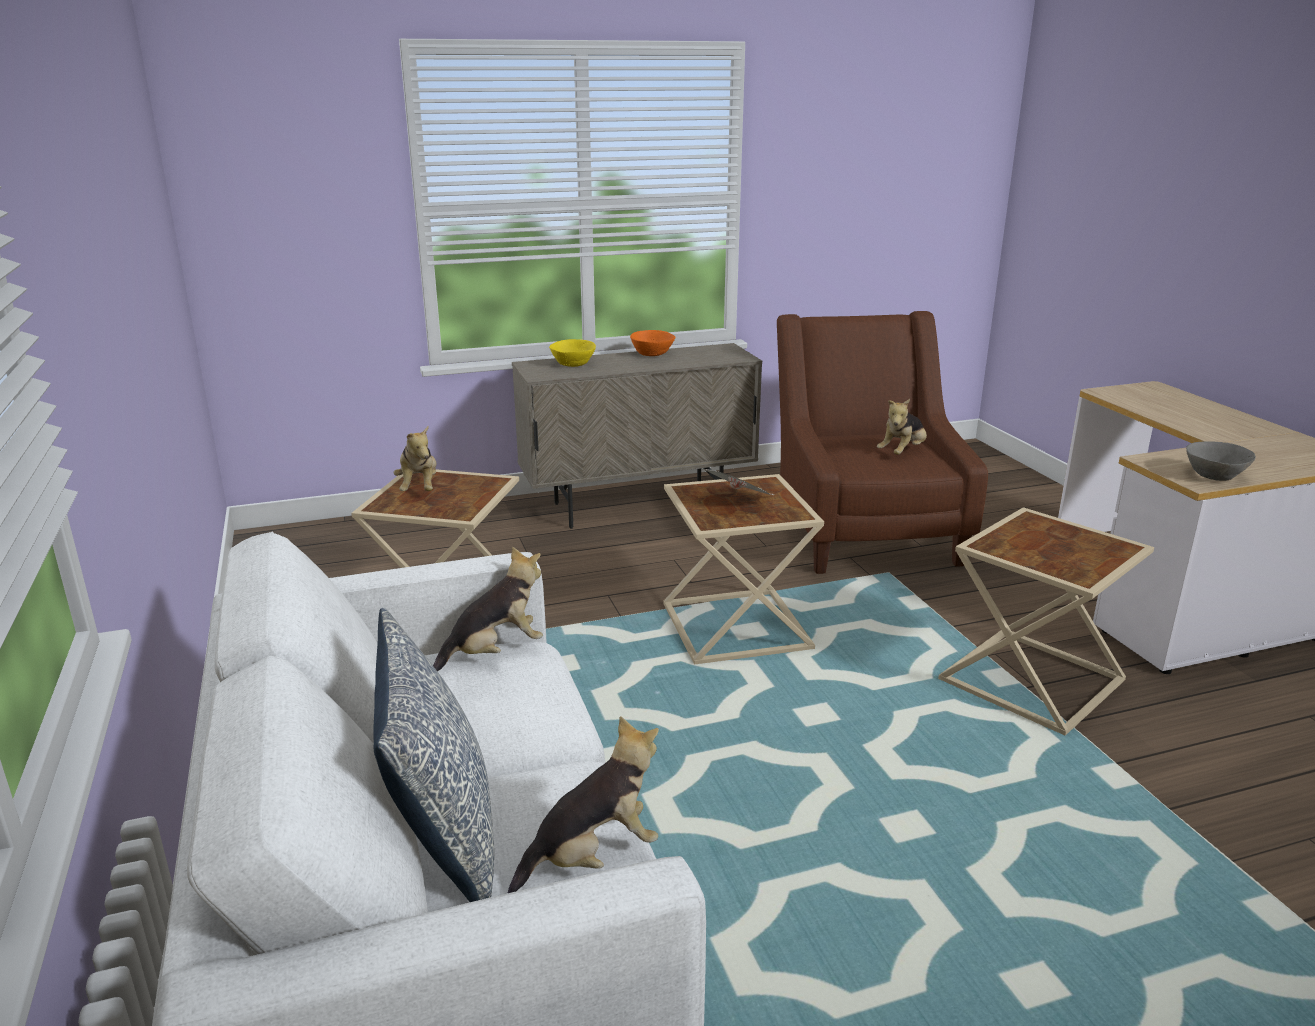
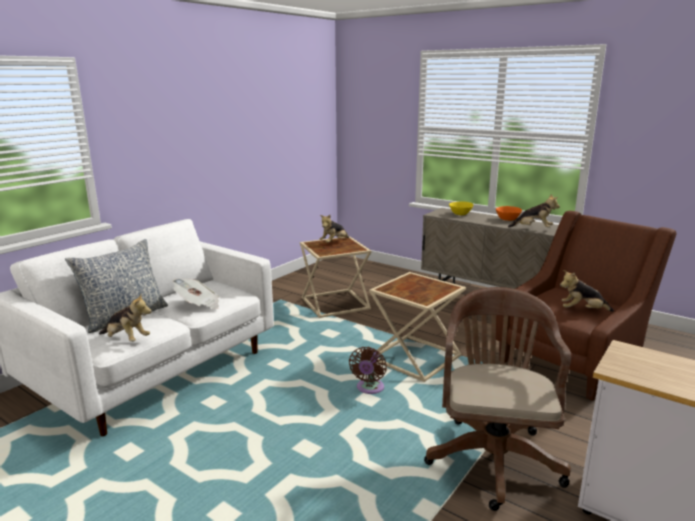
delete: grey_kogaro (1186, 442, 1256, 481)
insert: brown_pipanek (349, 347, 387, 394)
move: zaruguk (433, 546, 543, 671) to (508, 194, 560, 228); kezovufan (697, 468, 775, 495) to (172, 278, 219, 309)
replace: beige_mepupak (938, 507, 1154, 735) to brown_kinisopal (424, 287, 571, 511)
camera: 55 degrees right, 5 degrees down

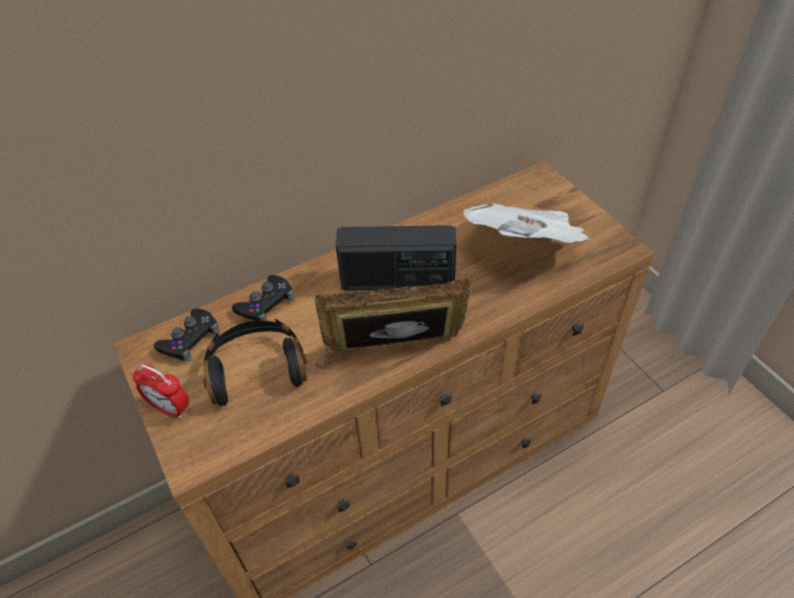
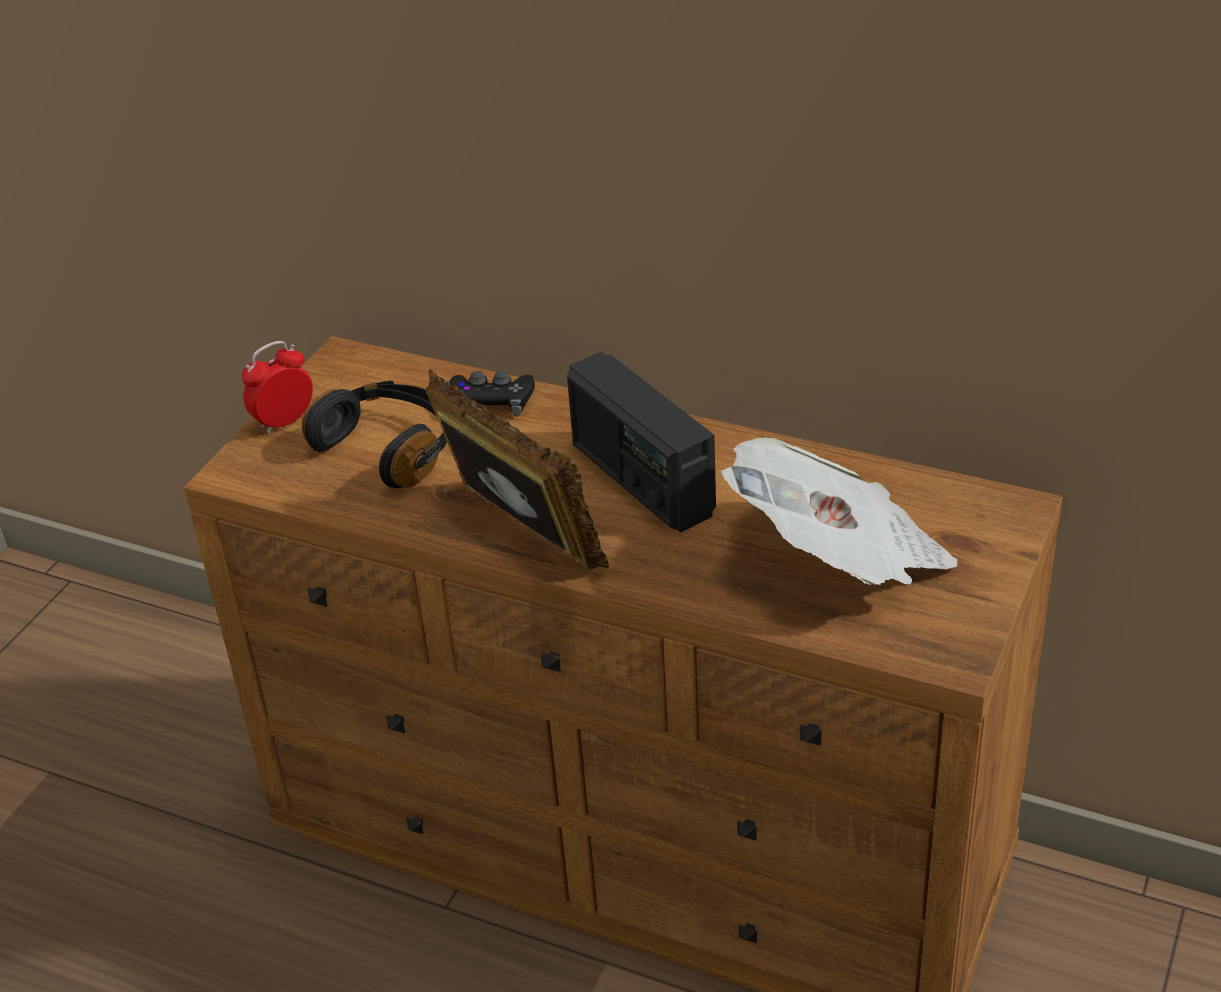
delete: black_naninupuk (154, 309, 220, 362)
rotate: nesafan (133, 364, 189, 419) = (242, 341, 313, 434) 60 degrees clockwise
camera: 55 degrees right, 10 degrees down

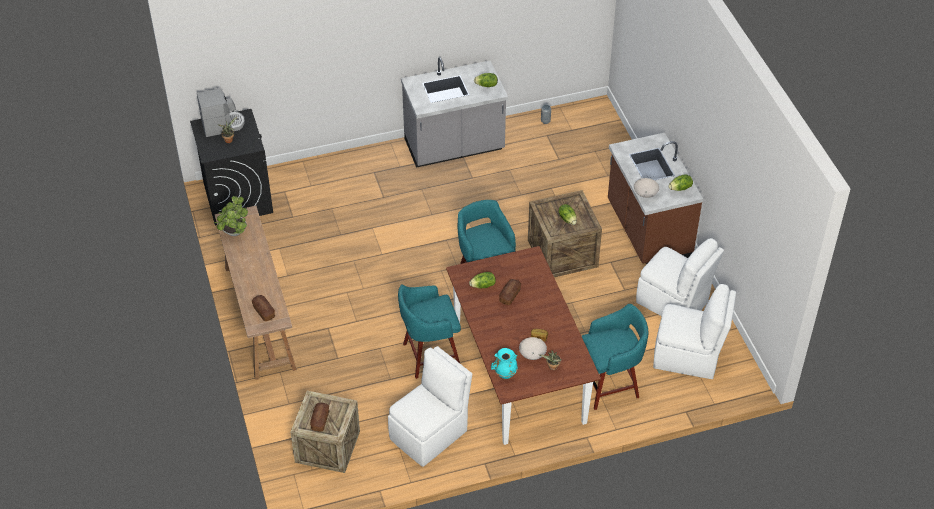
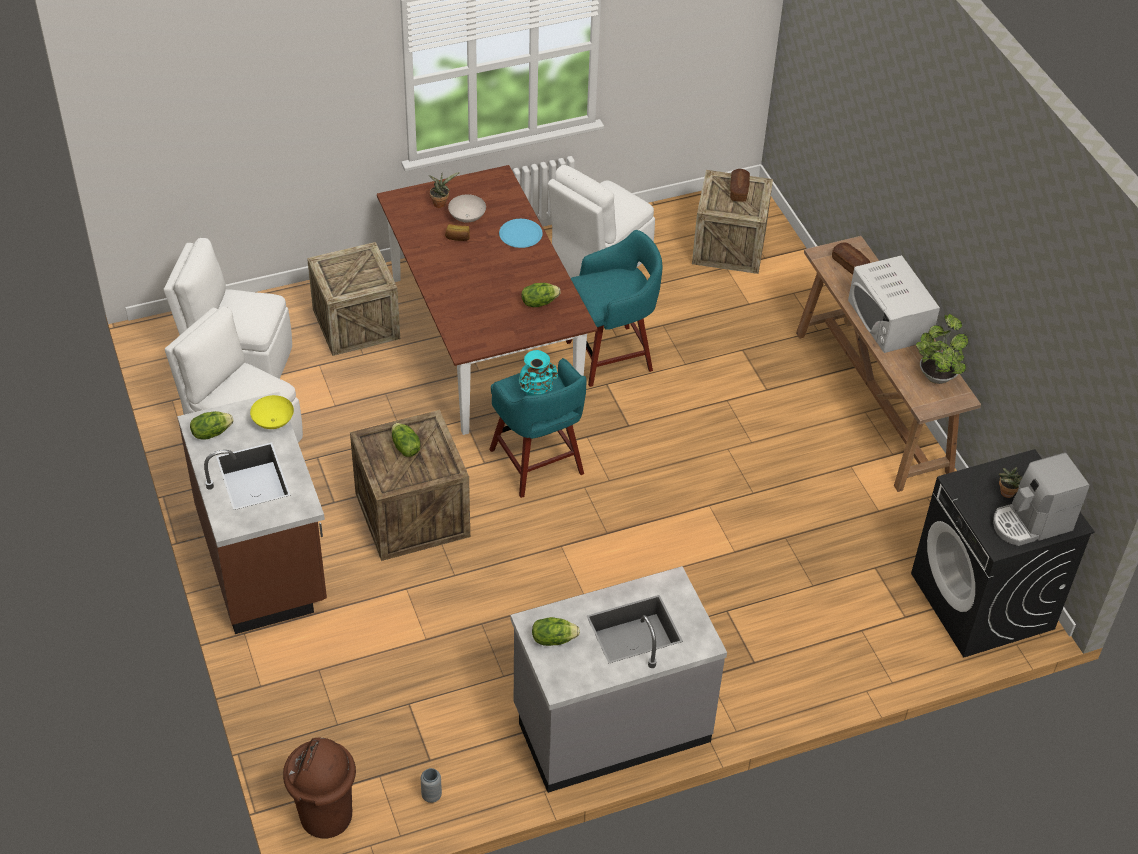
delete: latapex (499, 279, 521, 305)
insert: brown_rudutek (283, 738, 356, 839); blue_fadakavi (499, 219, 543, 248); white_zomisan (848, 255, 940, 353)
move: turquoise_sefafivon (491, 348, 518, 379) to (519, 350, 558, 396)
replace: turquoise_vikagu (582, 304, 648, 410) to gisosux (307, 242, 400, 356)
recolor: white_kogaro (634, 178, 659, 198) to yellow_kogaro (250, 395, 294, 429)
camera: 175 degrees right, 0 degrees up

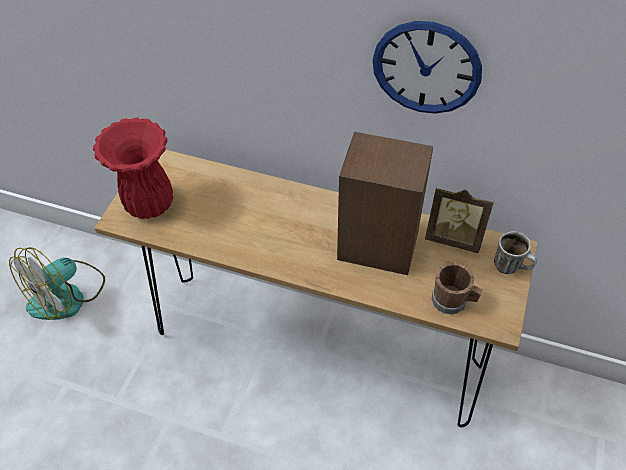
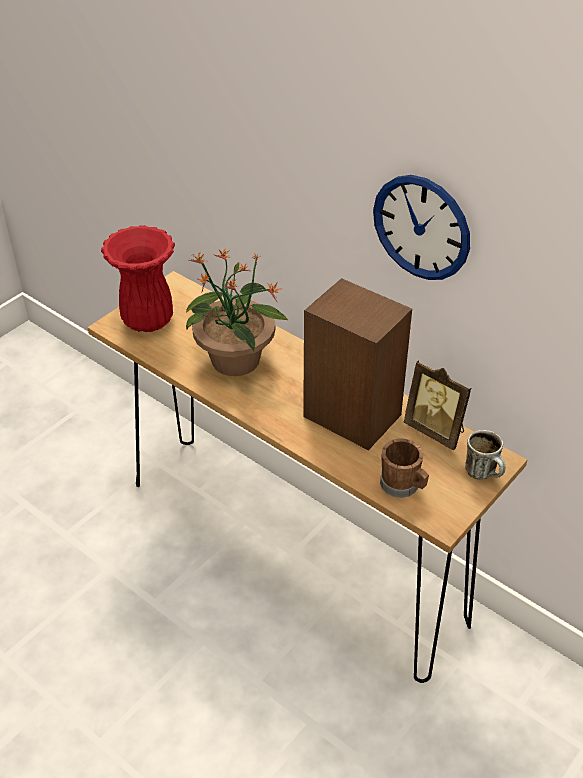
delete: pipanek (9, 247, 105, 320)
insert: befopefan (186, 248, 289, 376)
camera: 20 degrees right, 10 degrees down

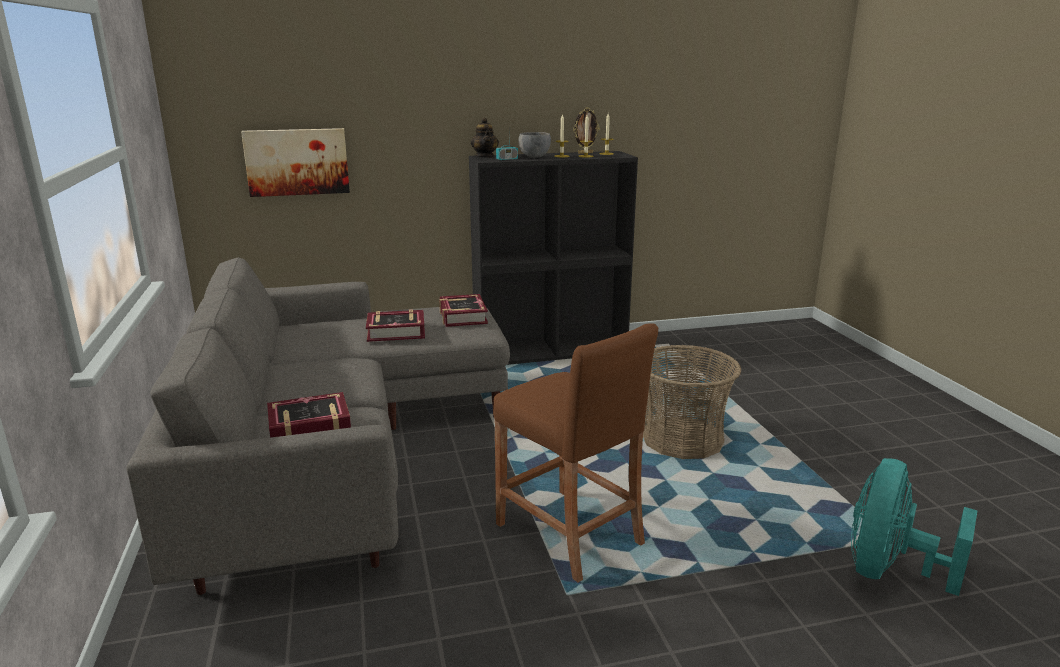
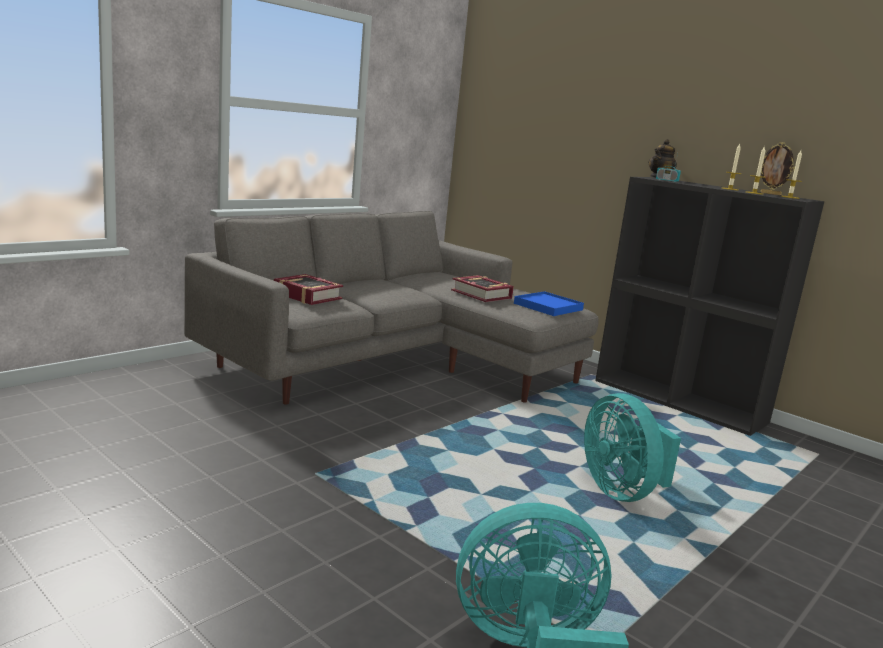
delete: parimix (241, 128, 350, 197); brown_vikagu (493, 323, 658, 582); grey_kogaro (518, 132, 551, 158)
replace: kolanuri (439, 294, 488, 327) to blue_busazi (514, 291, 584, 316); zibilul (643, 345, 741, 459) to turquoise_pipanek (584, 393, 681, 502)
camera: 55 degrees right, 5 degrees down

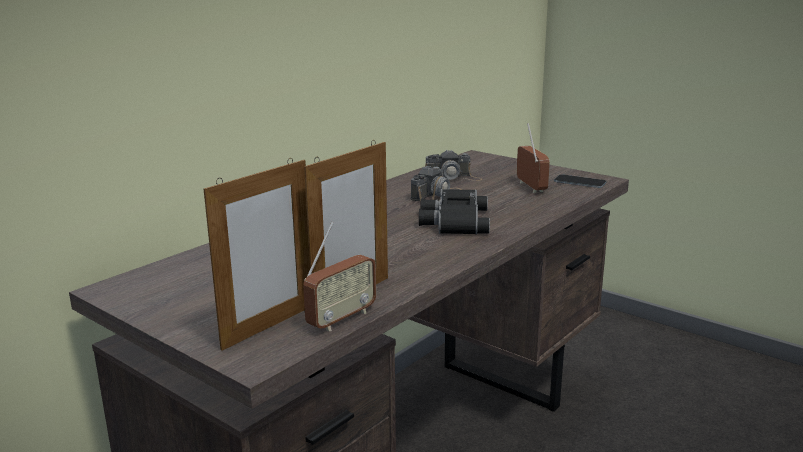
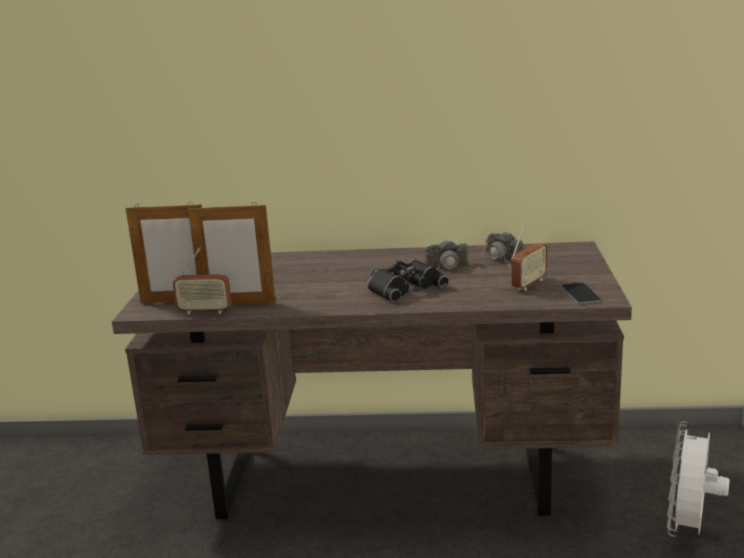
insert: white_pipanek (667, 421, 730, 537)
camera: 55 degrees right, 0 degrees up

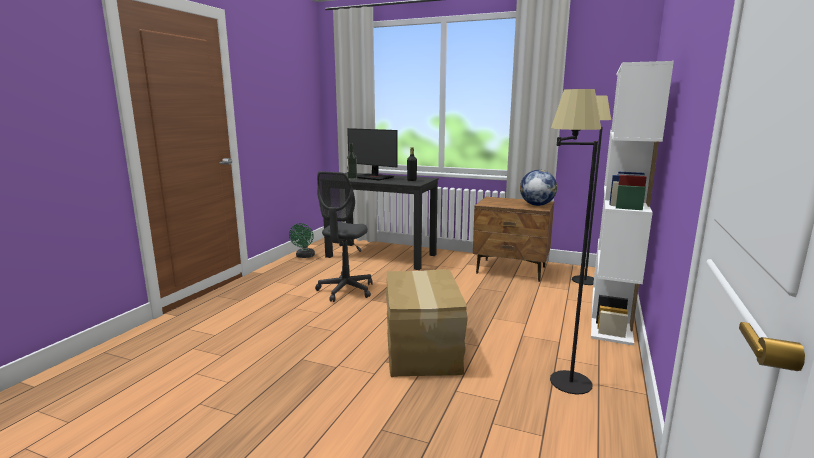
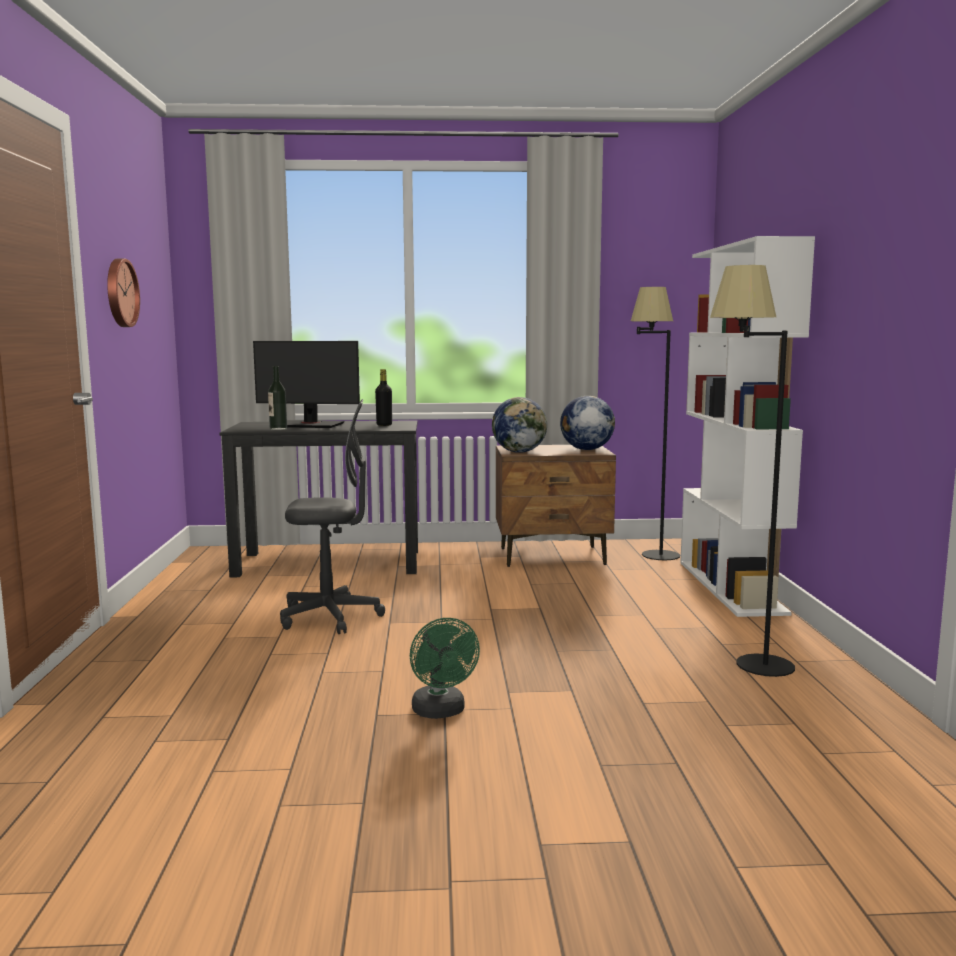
delete: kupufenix (386, 269, 468, 377)
insert: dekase (107, 259, 140, 327); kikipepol (492, 397, 547, 453)
move: green_pipanek (289, 223, 315, 258) to (410, 618, 480, 719)
rotate: grey_kinisopal (315, 171, 373, 302) = (280, 399, 385, 634) 90 degrees counterclockwise
camera: 25 degrees left, 5 degrees down

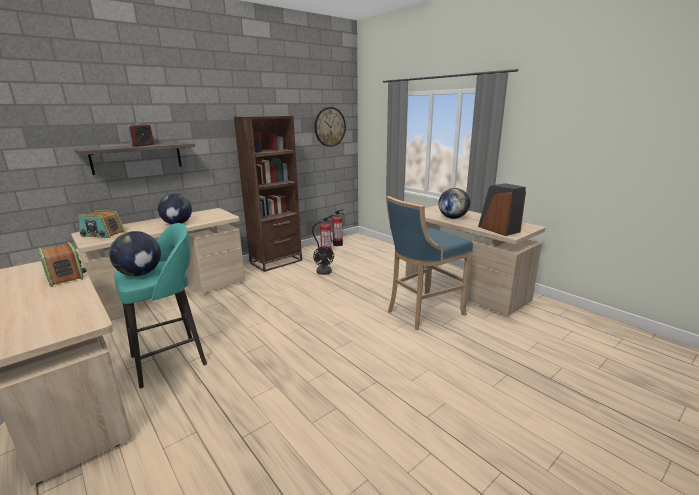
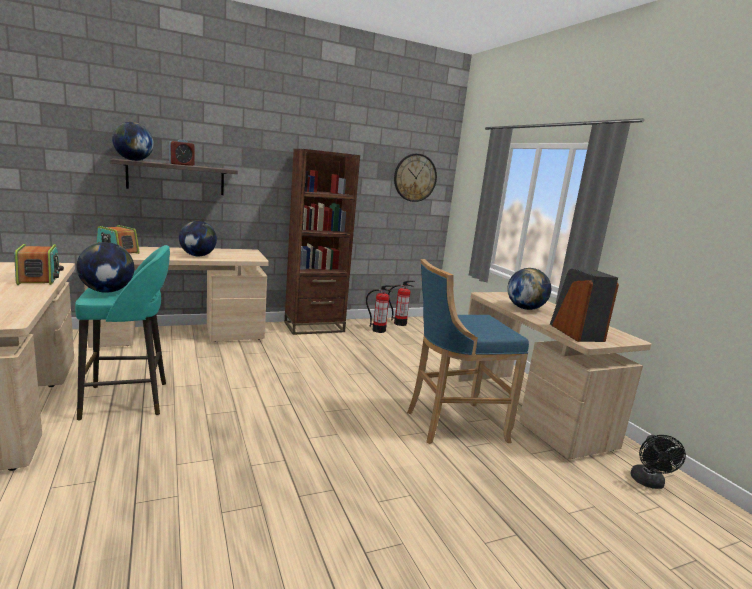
insert: kikipepol (112, 122, 154, 161)
move: black_pipanek (313, 246, 334, 275) to (630, 435, 686, 489)
camera: 15 degrees right, 5 degrees down

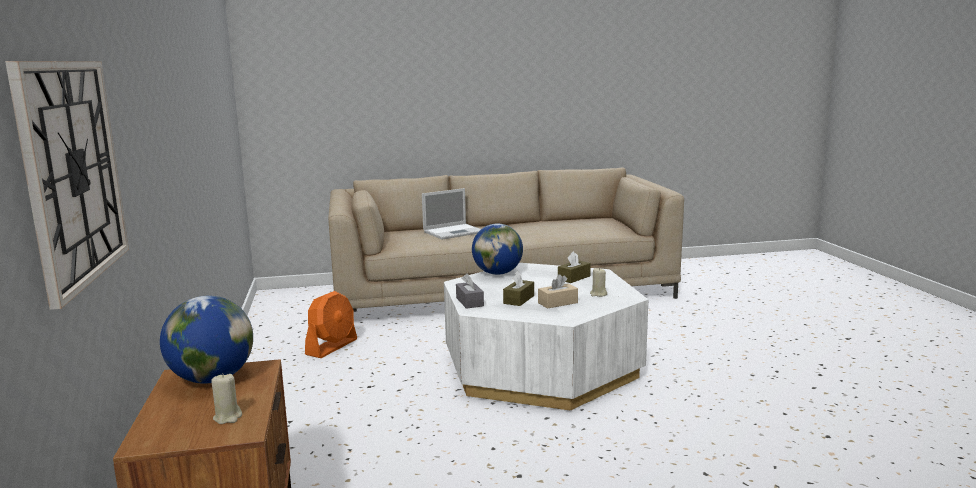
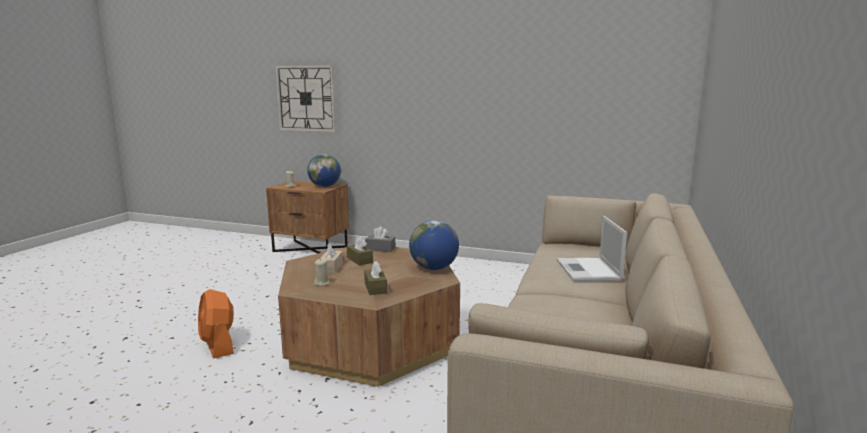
move: orange_pipanek (305, 291, 357, 358) to (198, 289, 234, 359)
recolor: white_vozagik (444, 263, 648, 411) to brown_vozagik (278, 247, 460, 387)
camera: 120 degrees right, 0 degrees up

